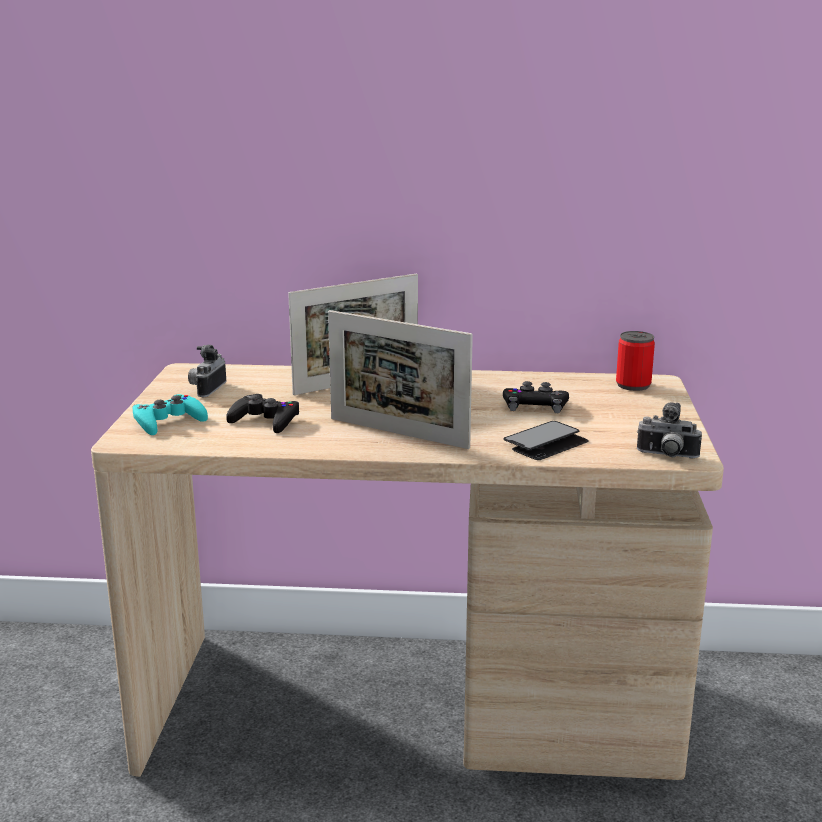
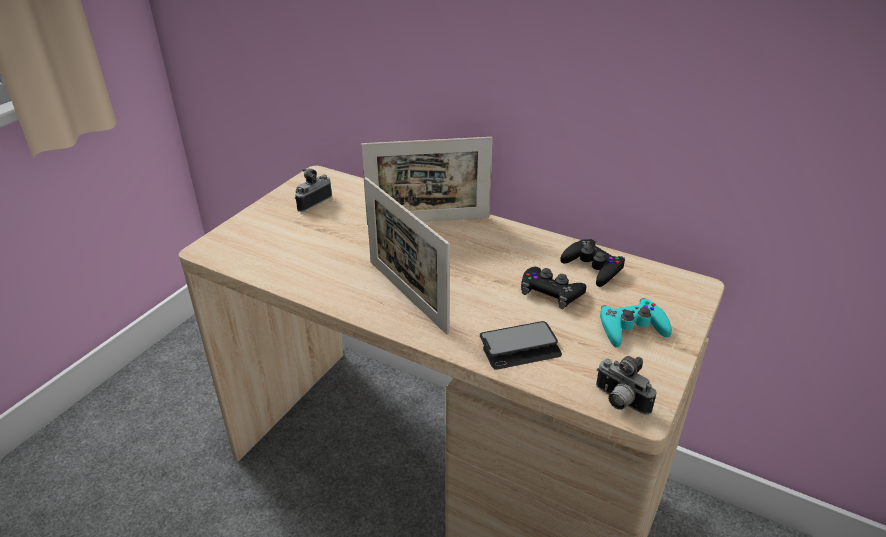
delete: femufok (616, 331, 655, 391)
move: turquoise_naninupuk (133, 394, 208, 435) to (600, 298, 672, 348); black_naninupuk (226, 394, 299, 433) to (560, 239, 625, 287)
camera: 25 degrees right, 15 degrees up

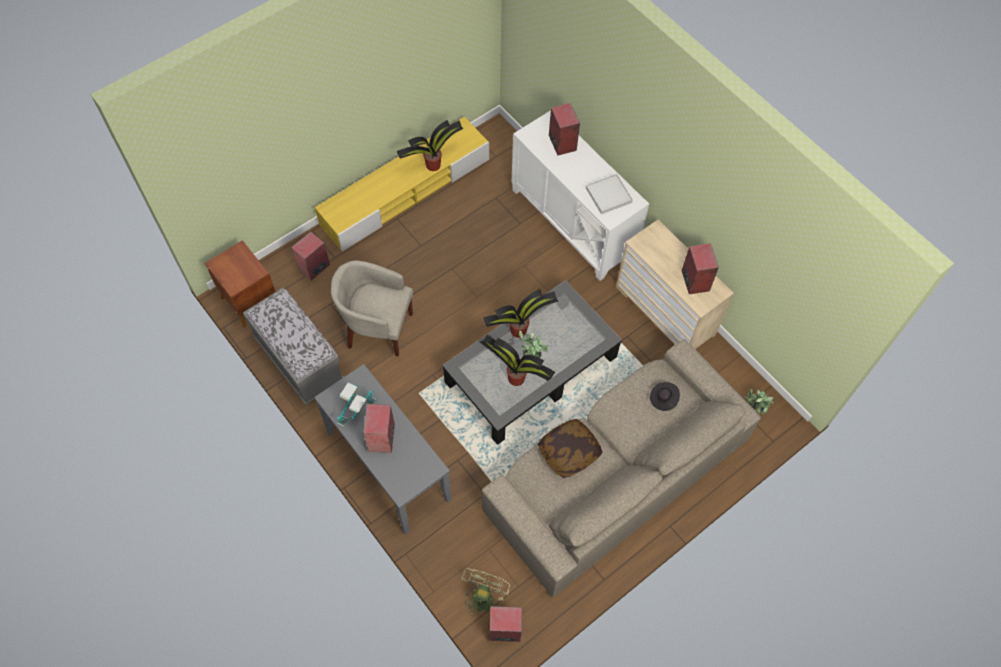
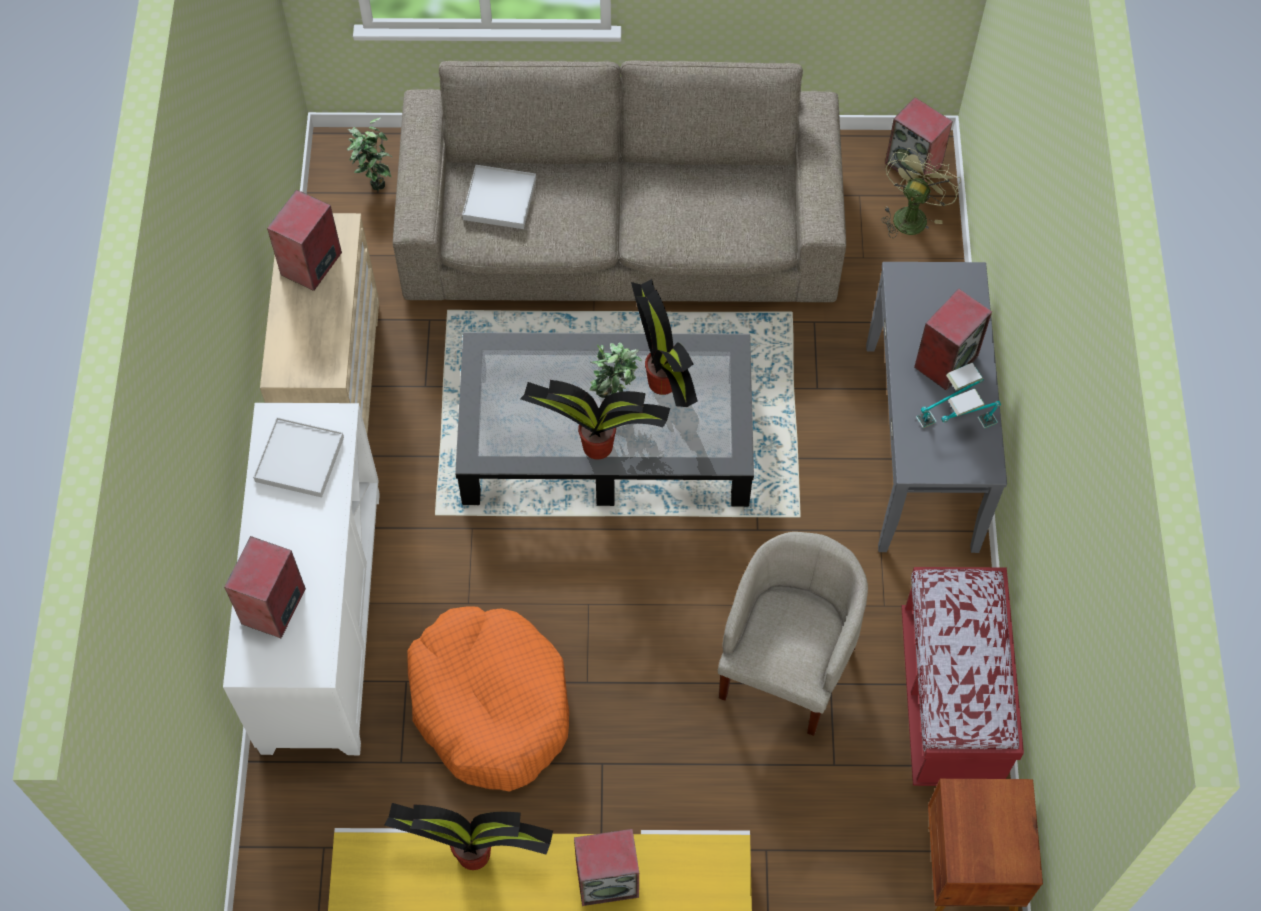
delete: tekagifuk (538, 419, 603, 478)
insert: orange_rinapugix (407, 607, 569, 792)
move: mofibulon (291, 231, 330, 280) to (574, 829, 639, 906)
replace: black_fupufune (650, 382, 680, 411) to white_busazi (462, 165, 536, 229)
recolor: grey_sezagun (243, 288, 344, 405) to red_sezagun (901, 567, 1024, 786)
rotate: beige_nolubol (331, 260, 414, 356) = (718, 532, 868, 736) 120 degrees counterclockwise; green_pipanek (461, 568, 510, 616) = (881, 148, 961, 238) 150 degrees clockwise
camera: 140 degrees left, 0 degrees up

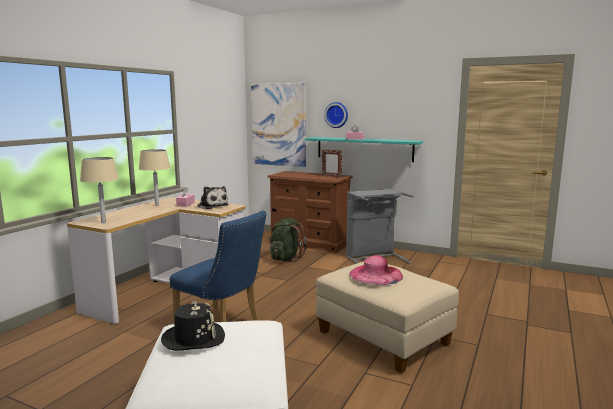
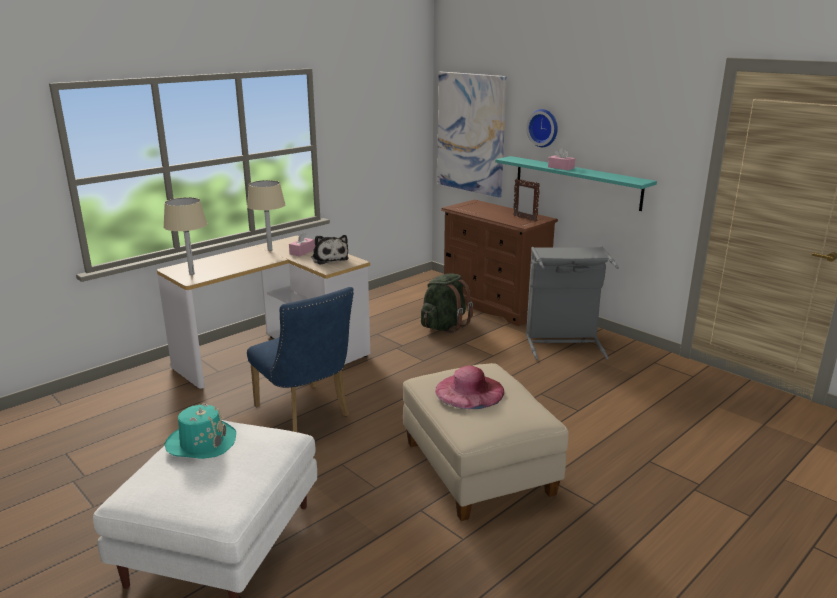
recolor: black_fupufune (161, 301, 225, 351) to turquoise_fupufune (165, 403, 236, 459)
camera: 20 degrees right, 10 degrees up

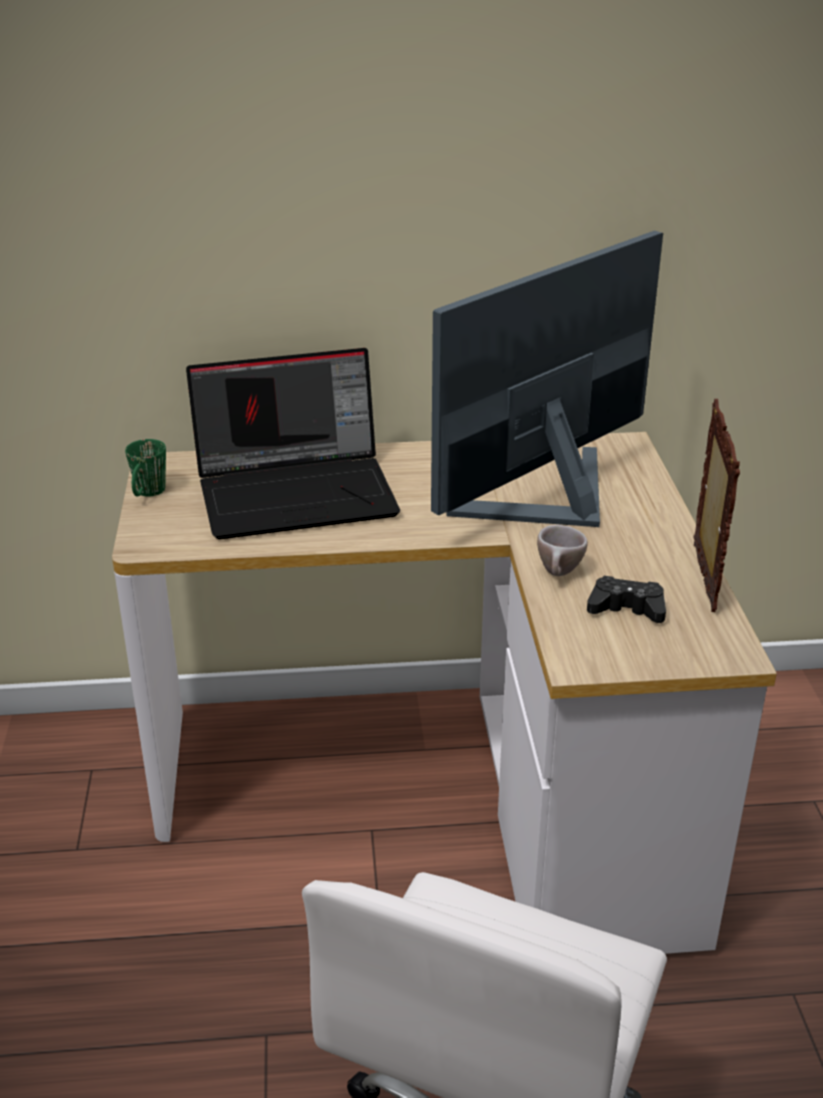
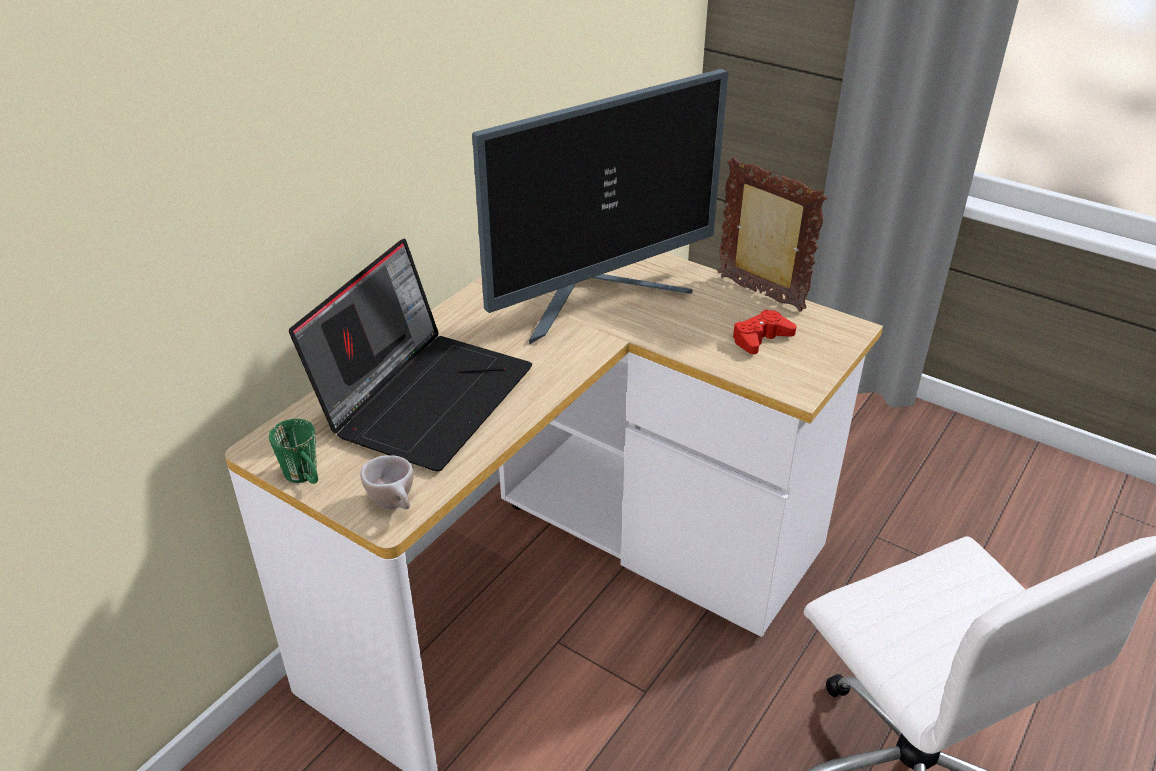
move: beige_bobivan (537, 525, 588, 576) to (360, 455, 414, 509)
recolor: black_naninupuk (587, 576, 666, 623) to red_naninupuk (732, 309, 797, 354)
rotate: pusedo (431, 231, 663, 527) = (472, 69, 729, 345) 120 degrees counterclockwise
camera: 50 degrees left, 5 degrees up

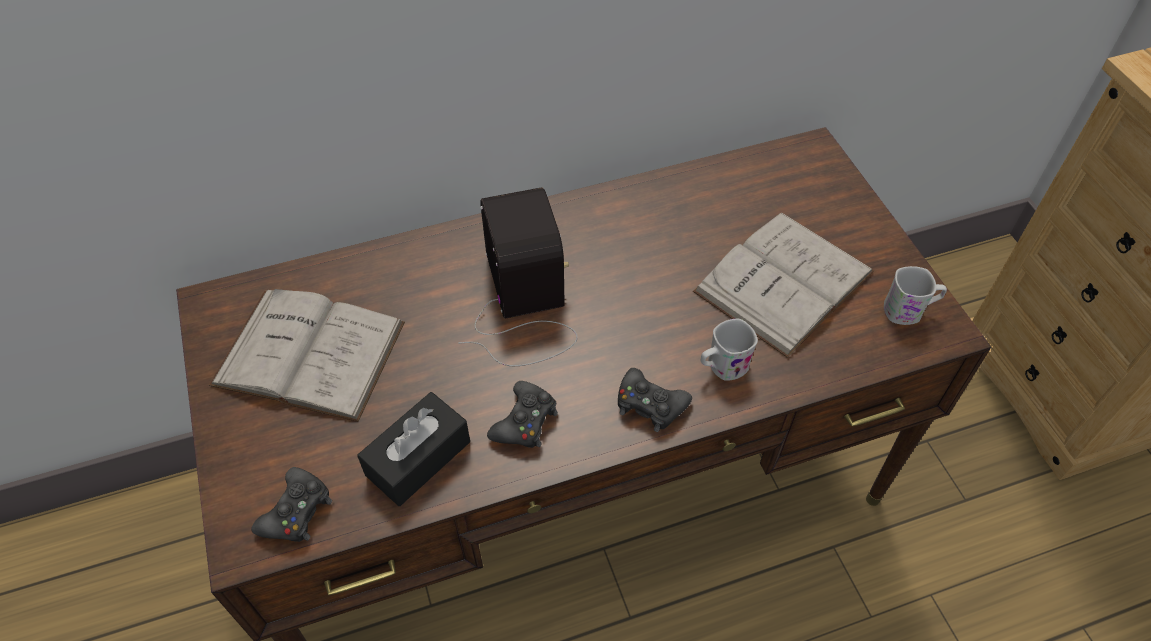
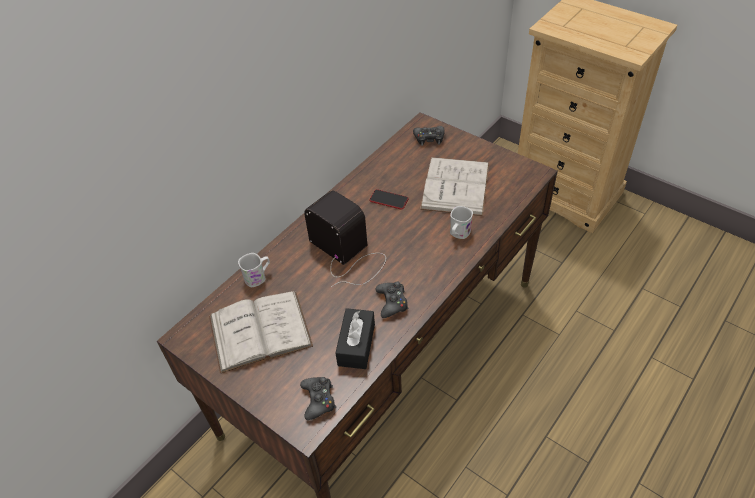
insert: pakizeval (369, 189, 409, 210)
move: black_naninupuk (618, 368, 692, 432) to (413, 126, 445, 146); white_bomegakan (884, 266, 947, 325) to (238, 253, 270, 287)
camera: 30 degrees left, 5 degrees down

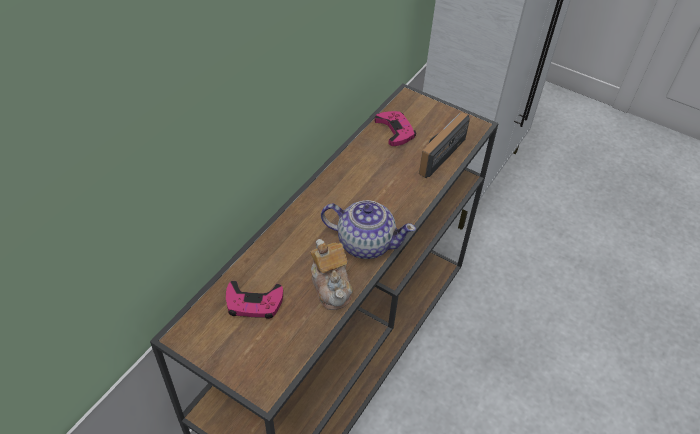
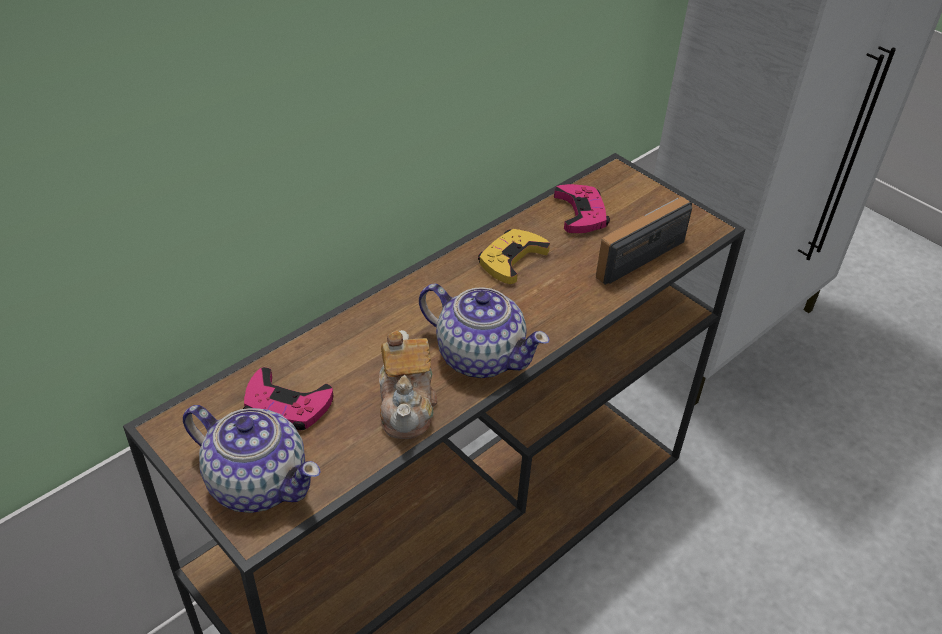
insert: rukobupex (183, 405, 321, 513); yellow_naninupuk (478, 229, 550, 284)
camera: 15 degrees right, 5 degrees down

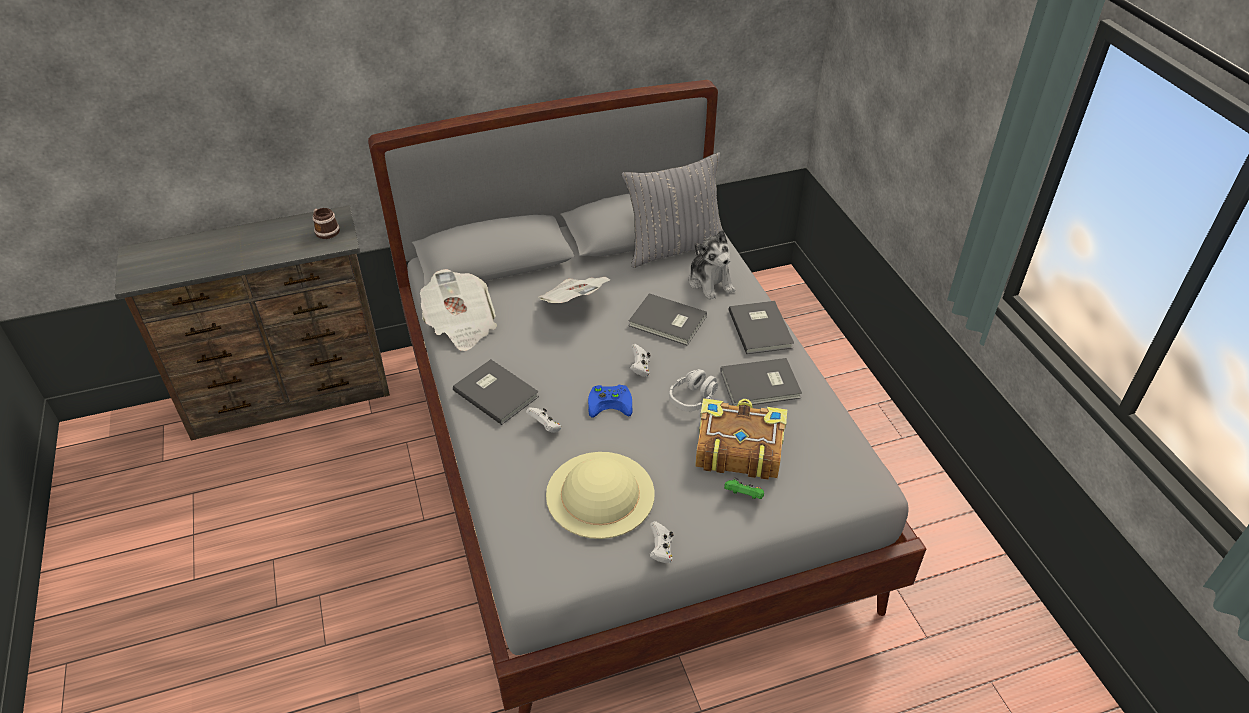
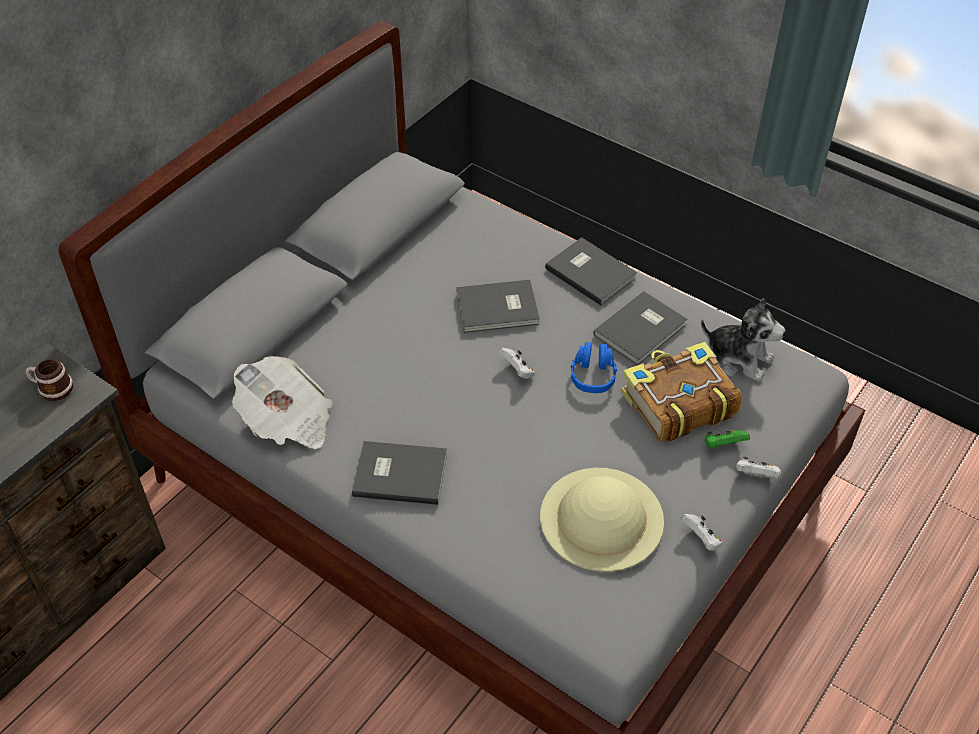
delete: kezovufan (539, 277, 611, 303); blue_naninupuk (588, 385, 633, 418); grey_tekagifuk (622, 152, 723, 268)
move: white_naninupuk (526, 407, 561, 433) to (736, 457, 781, 478); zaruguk (689, 230, 735, 300) to (701, 298, 786, 382)
recolor: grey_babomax (669, 369, 718, 412) to blue_babomax (571, 342, 617, 393)
camera: 35 degrees left, 5 degrees up

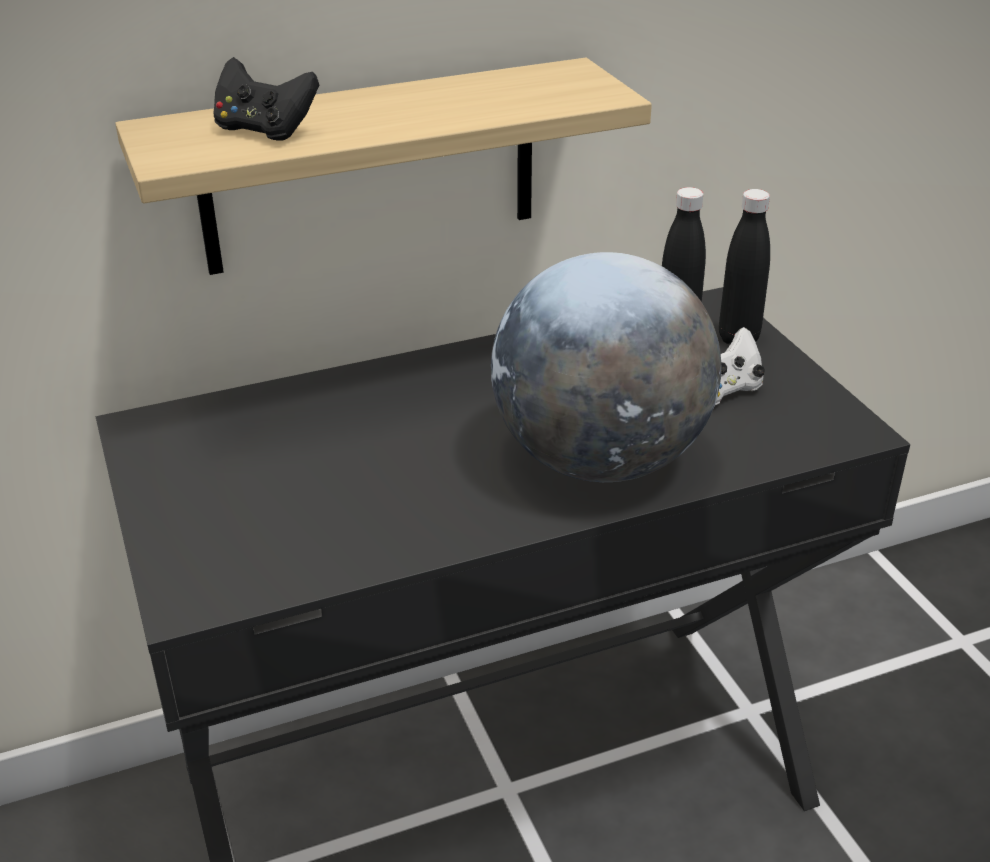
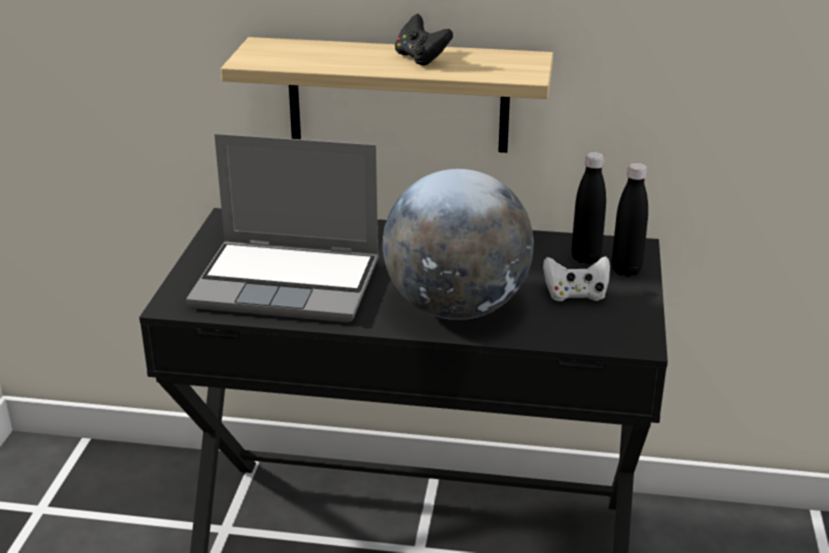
insert: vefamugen (186, 134, 379, 323)
move: black_naninupuk (213, 57, 319, 141) to (395, 14, 453, 66)
camera: 30 degrees right, 5 degrees down

